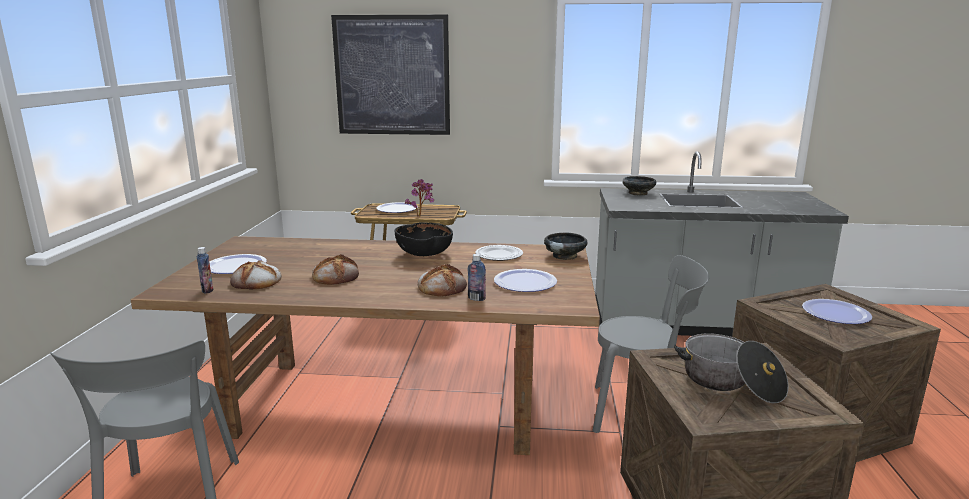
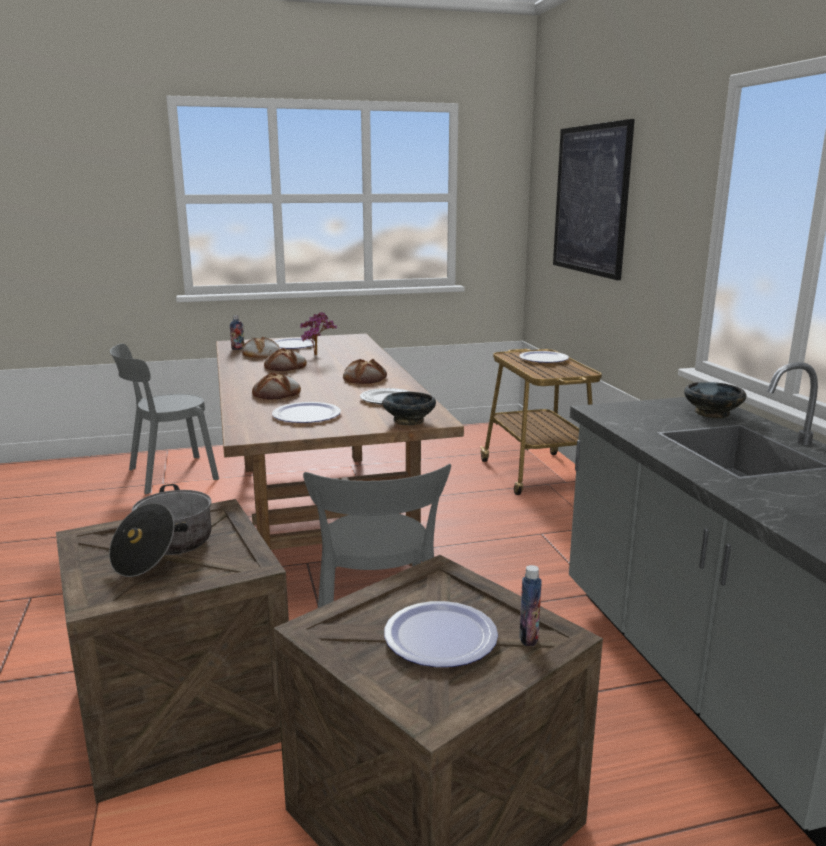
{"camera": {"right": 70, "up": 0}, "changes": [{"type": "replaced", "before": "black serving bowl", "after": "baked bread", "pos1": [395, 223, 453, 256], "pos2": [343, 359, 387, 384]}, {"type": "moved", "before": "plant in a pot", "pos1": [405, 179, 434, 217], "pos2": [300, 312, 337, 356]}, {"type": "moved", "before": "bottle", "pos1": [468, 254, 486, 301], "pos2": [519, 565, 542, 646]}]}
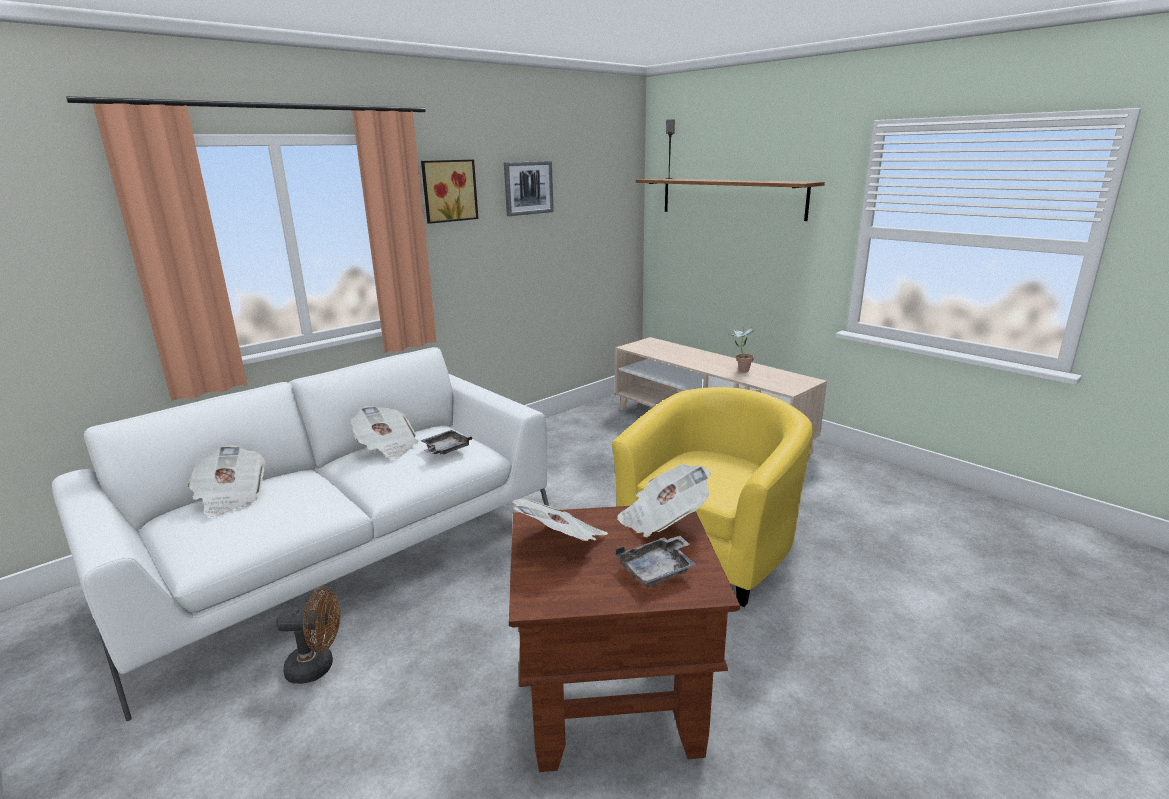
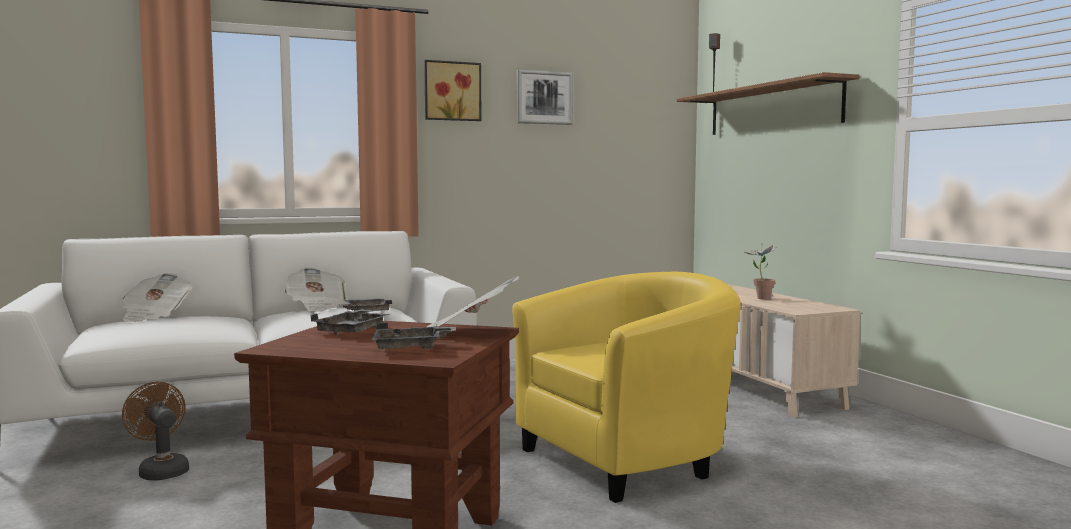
{"camera": {"right": 20, "up": -15}, "changes": [{"type": "turned", "before": "brown cooling fan", "pos1": [276, 588, 340, 684], "pos2": [122, 382, 189, 481], "turn": -150}, {"type": "replaced", "before": "daily paper", "after": "grey serving tray", "pos1": [512, 498, 608, 541], "pos2": [310, 309, 390, 334]}]}
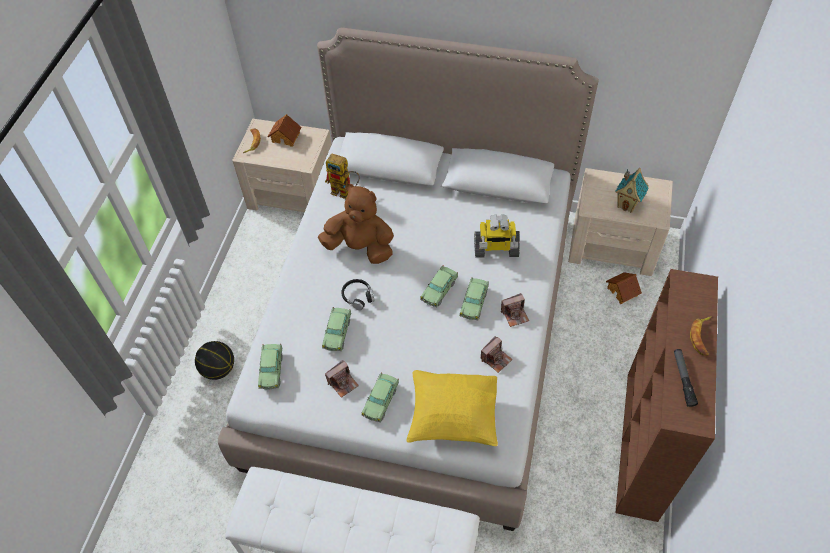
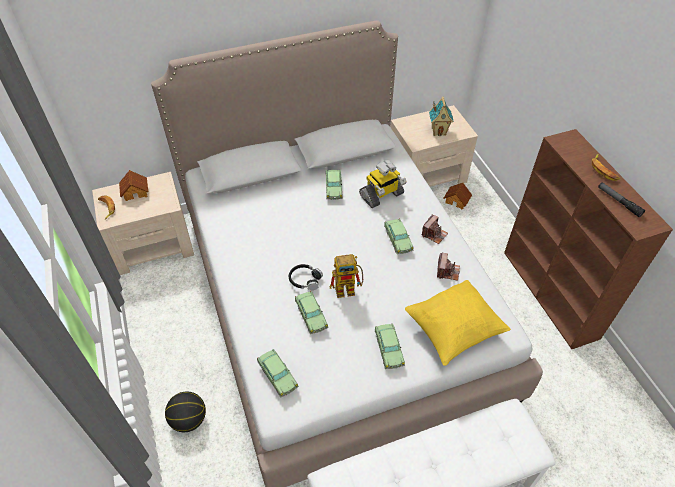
{"camera": {"right": -35, "up": -5}, "changes": [{"type": "removed", "before": "brown cuddly toy", "pos1": [318, 184, 394, 264]}, {"type": "moved", "before": "robot figure", "pos1": [325, 154, 360, 199], "pos2": [330, 254, 363, 298]}, {"type": "removed", "before": "photo camera", "pos1": [325, 360, 359, 398]}, {"type": "moved", "before": "model car", "pos1": [420, 266, 458, 308], "pos2": [326, 170, 343, 200]}]}
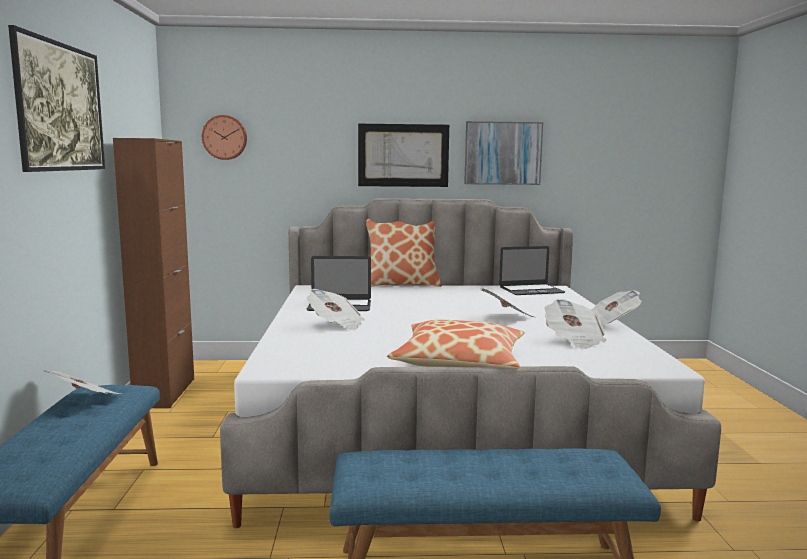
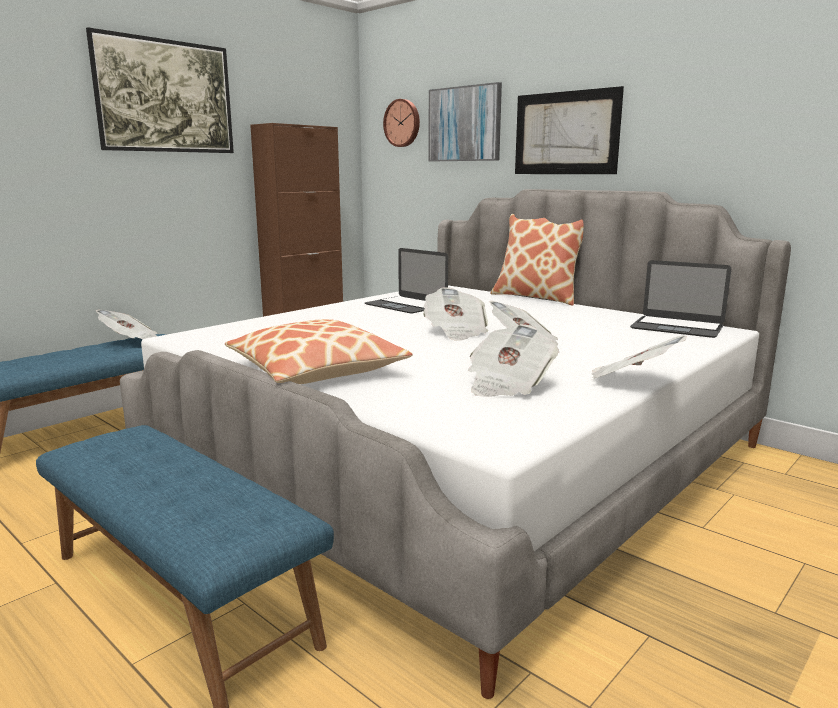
{"camera": {"right": 45, "up": 5}, "changes": [{"type": "moved", "before": "daily paper", "pos1": [307, 289, 364, 330], "pos2": [423, 287, 488, 341]}, {"type": "moved", "before": "wall art", "pos1": [464, 121, 543, 185], "pos2": [428, 82, 502, 161]}]}
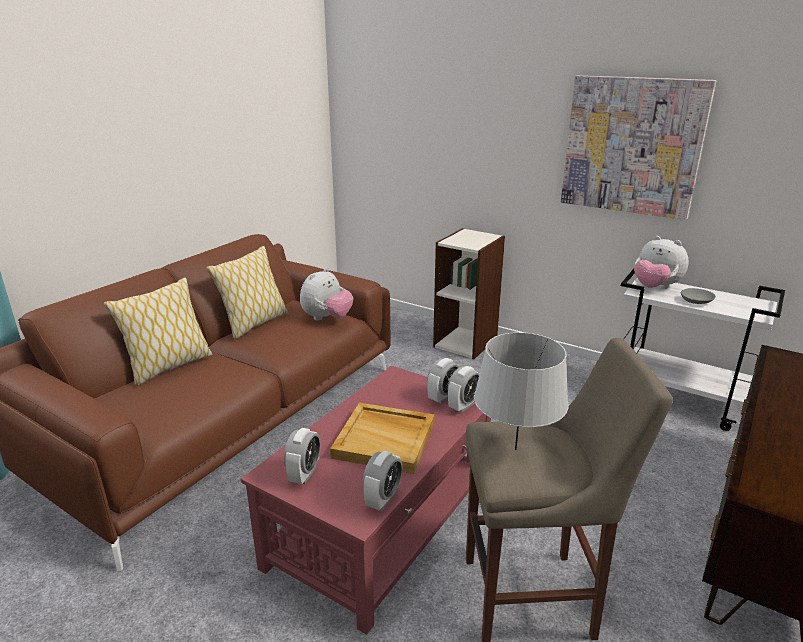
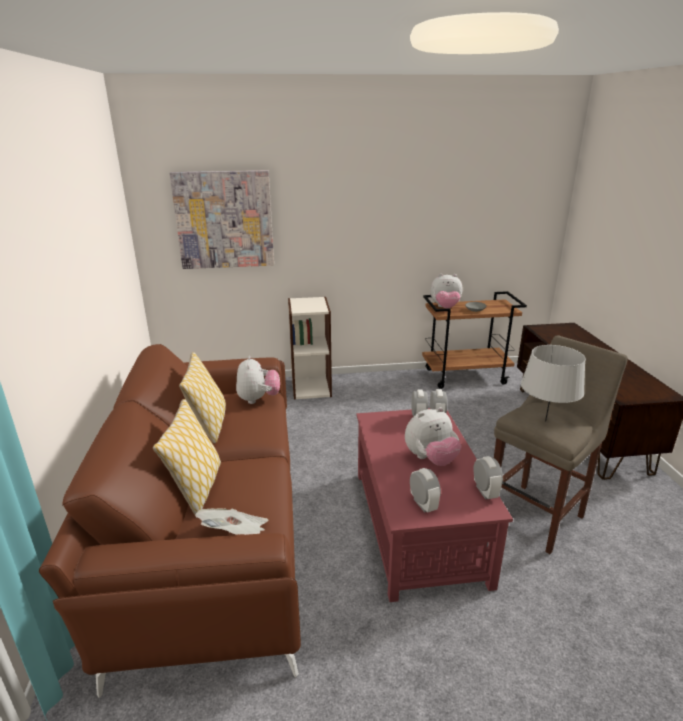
{"camera": {"right": -40, "up": 0}, "changes": [{"type": "replaced", "before": "sand-coloured serving tray", "after": "cuddly toy", "pos1": [330, 403, 434, 474], "pos2": [405, 407, 461, 466]}, {"type": "moved", "before": "wall art", "pos1": [561, 75, 716, 220], "pos2": [169, 170, 274, 269]}, {"type": "recoloured", "before": "whitish cart", "after": "brown cart", "pos1": [621, 269, 785, 431], "pos2": [422, 291, 527, 389]}, {"type": "added", "after": "daily paper", "pos2": [195, 508, 268, 535]}]}
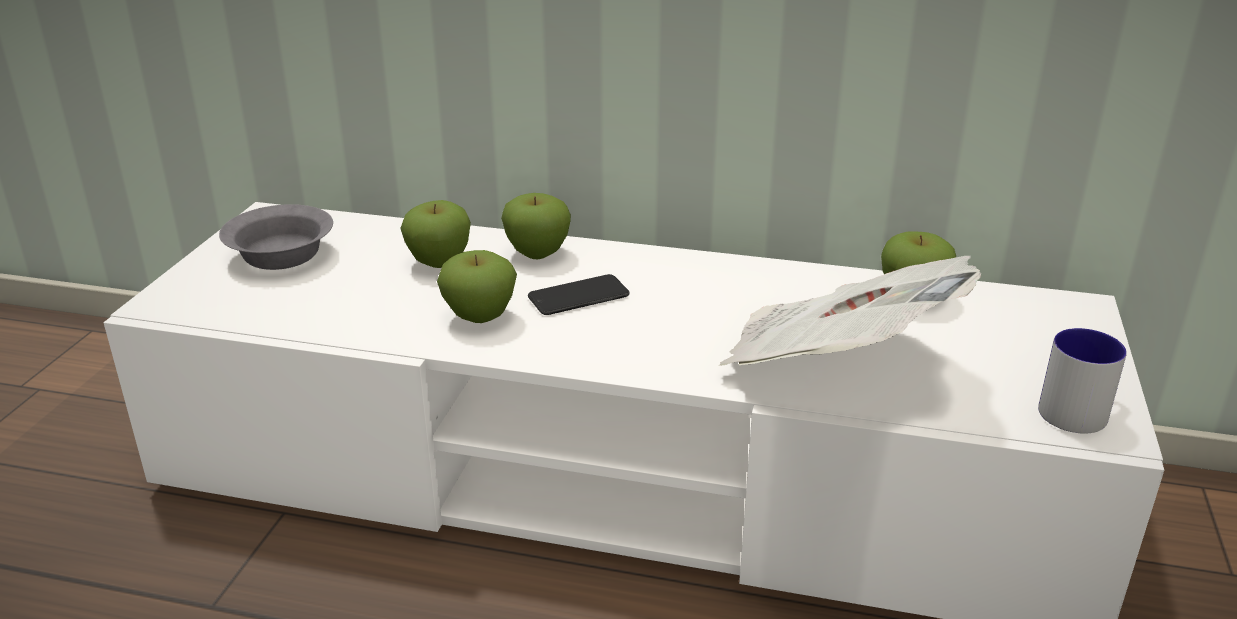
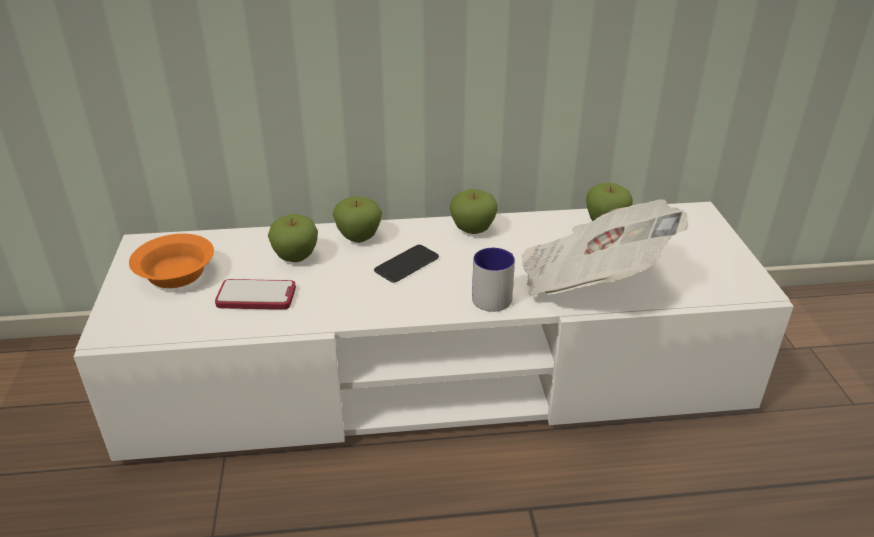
{"camera": {"right": -20, "up": 5}, "changes": [{"type": "recoloured", "before": "grey serving bowl", "after": "orangey serving bowl", "pos1": [219, 204, 333, 270], "pos2": [129, 234, 214, 288]}, {"type": "moved", "before": "apple fruit", "pos1": [437, 250, 517, 323], "pos2": [450, 189, 498, 234]}, {"type": "moved", "before": "mug", "pos1": [1038, 328, 1127, 434], "pos2": [472, 248, 515, 312]}, {"type": "added", "after": "handset", "pos2": [215, 279, 296, 310]}]}
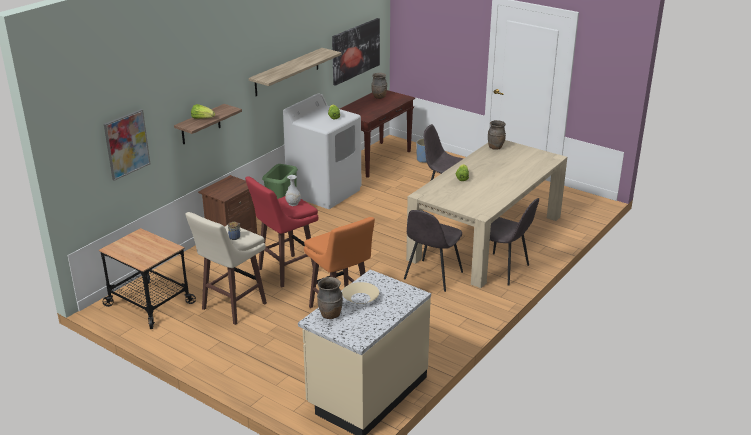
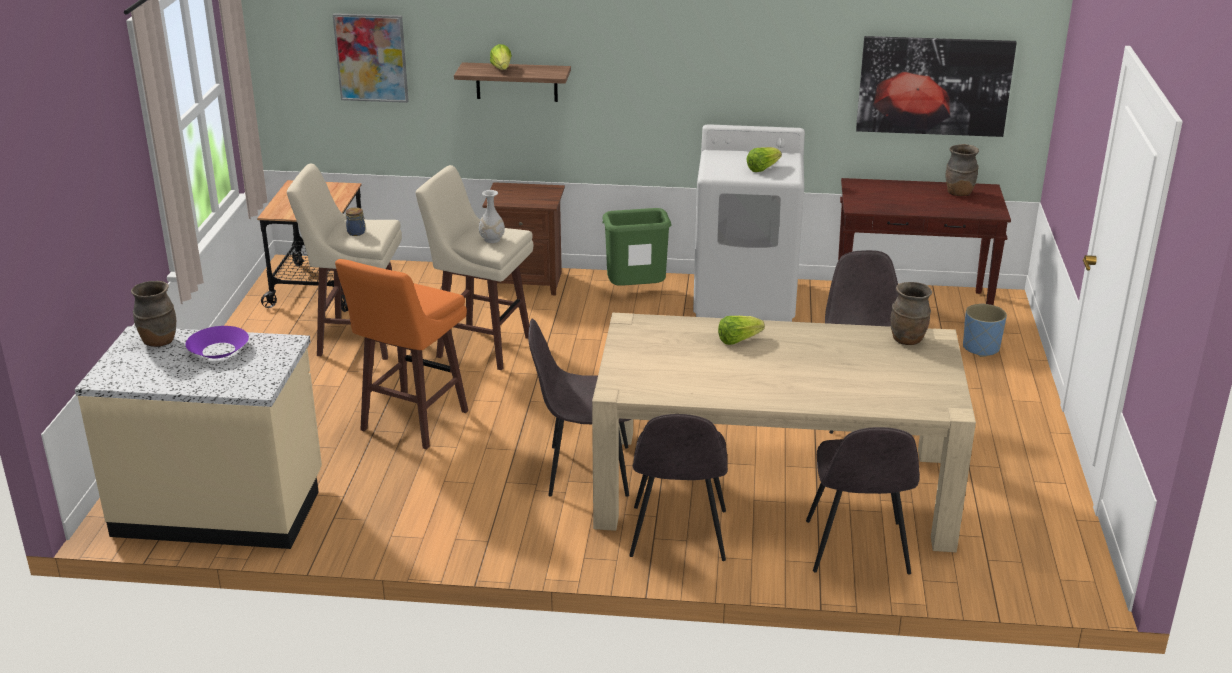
{"camera": {"right": 60, "up": 0}, "changes": [{"type": "recoloured", "before": "reddish stool seat", "after": "sand-coloured stool seat", "pos1": [245, 176, 318, 287], "pos2": [416, 165, 533, 370]}, {"type": "removed", "before": "shelf", "pos1": [249, 48, 342, 96]}, {"type": "recoloured", "before": "sand-coloured serving bowl", "after": "purplish serving bowl", "pos1": [342, 282, 379, 304], "pos2": [186, 326, 249, 359]}, {"type": "added", "after": "grey upright chair", "pos2": [806, 427, 920, 575]}]}
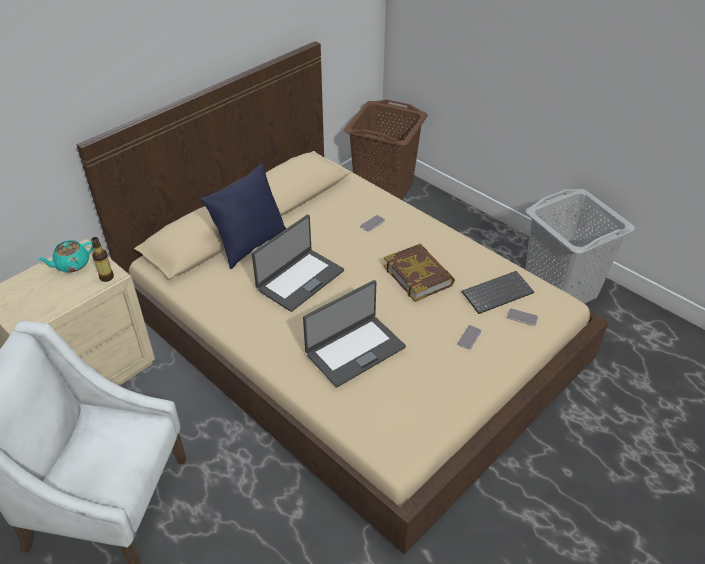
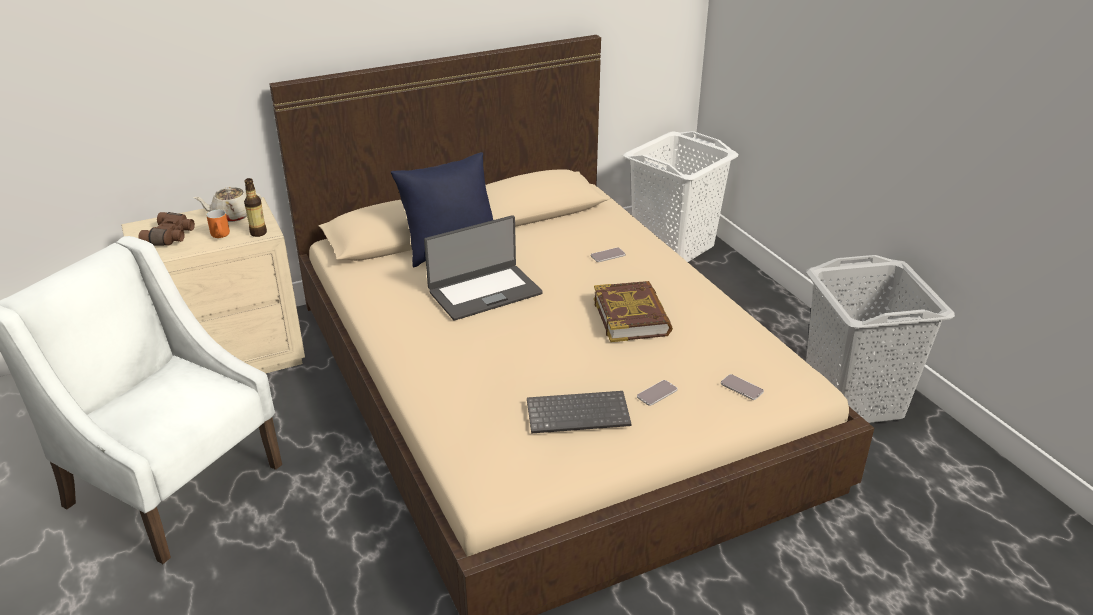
{"camera": {"right": 20, "up": -10}, "changes": [{"type": "recoloured", "before": "turquoise pot for tea", "after": "sand-coloured pot for tea", "pos1": [37, 240, 94, 272], "pos2": [193, 187, 261, 222]}, {"type": "removed", "before": "laptop", "pos1": [303, 280, 406, 387]}, {"type": "recoloured", "before": "brown hamper", "after": "whitish hamper", "pos1": [344, 99, 428, 200], "pos2": [623, 131, 739, 262]}, {"type": "moved", "before": "computer keyboard", "pos1": [462, 271, 534, 314], "pos2": [527, 391, 631, 434]}, {"type": "added", "after": "brown pair of binoculars", "pos2": [138, 212, 195, 246]}, {"type": "added", "after": "orangey mug", "pos2": [207, 210, 230, 238]}]}
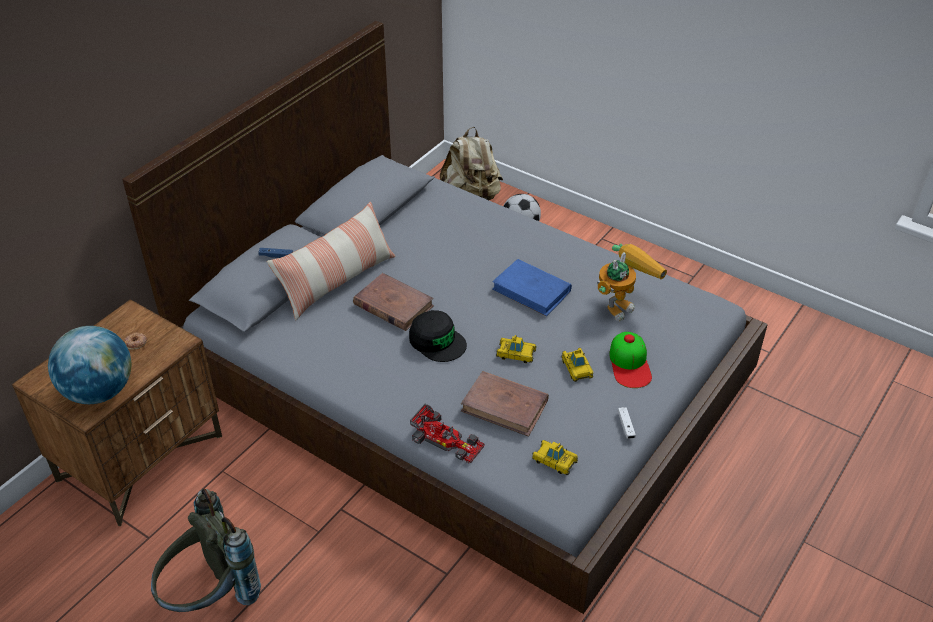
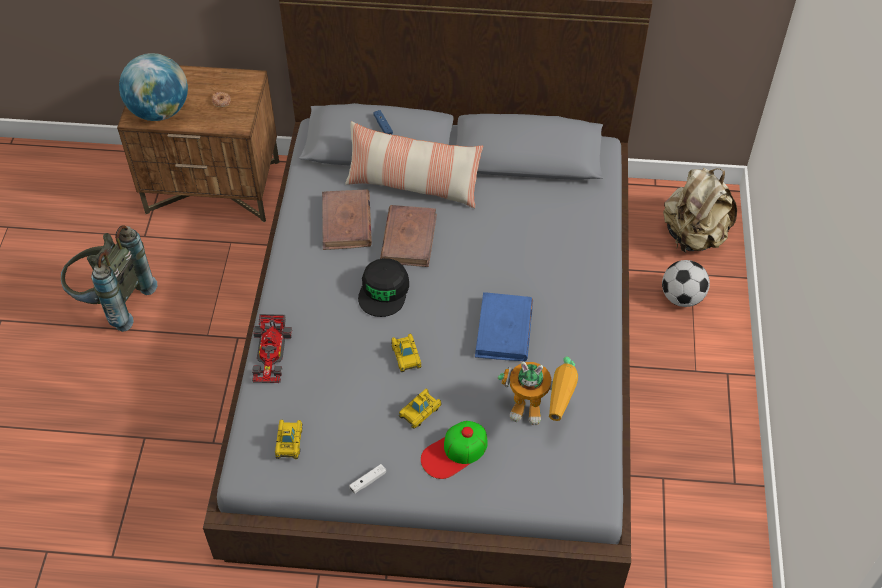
{"camera": {"right": 60, "up": 10}, "changes": [{"type": "moved", "before": "brown bound book", "pos1": [461, 371, 549, 437], "pos2": [322, 189, 372, 250]}]}
